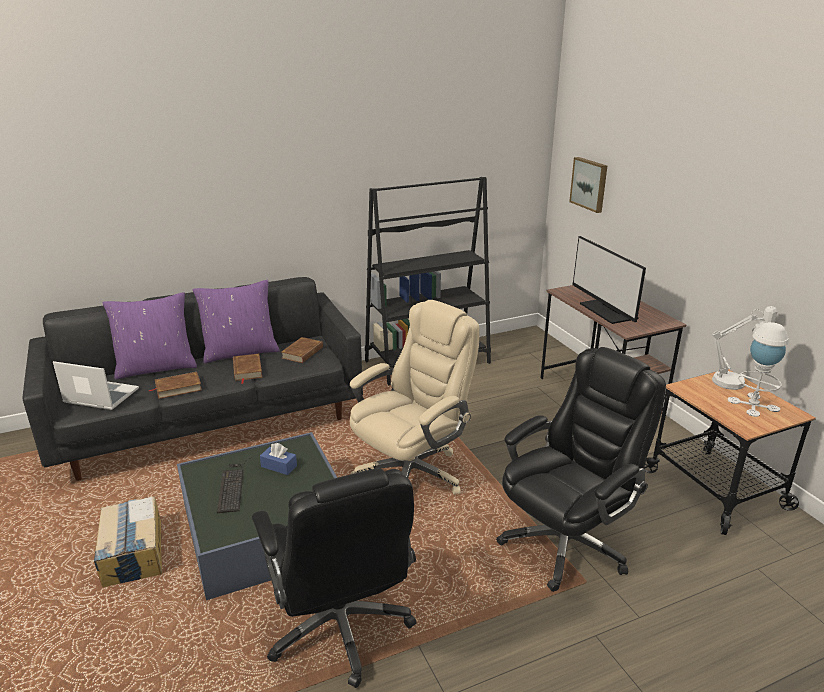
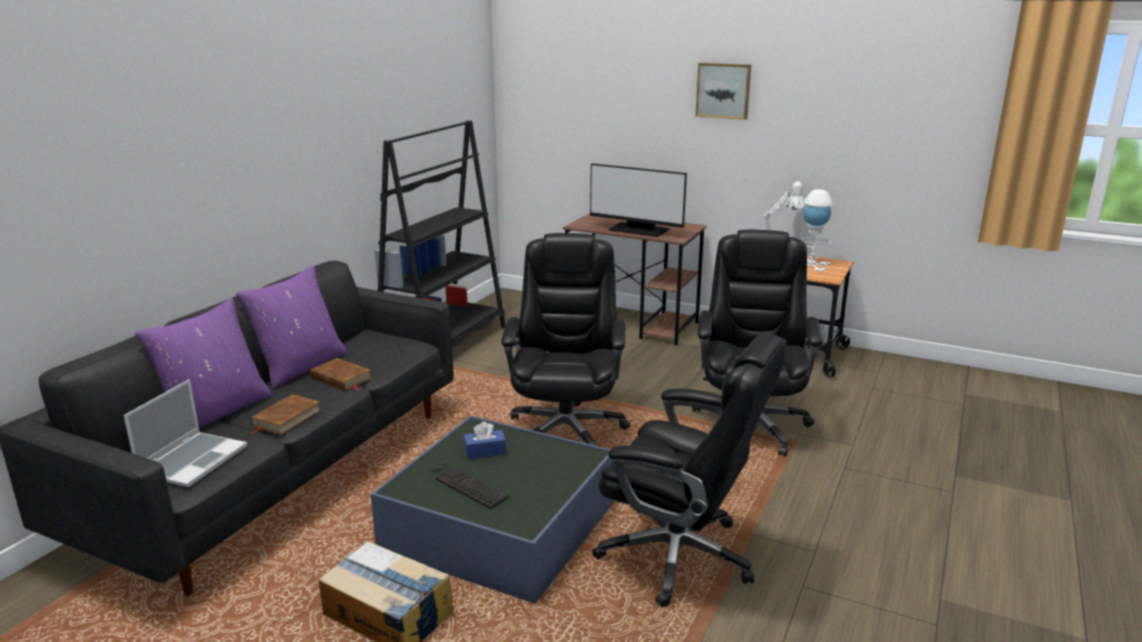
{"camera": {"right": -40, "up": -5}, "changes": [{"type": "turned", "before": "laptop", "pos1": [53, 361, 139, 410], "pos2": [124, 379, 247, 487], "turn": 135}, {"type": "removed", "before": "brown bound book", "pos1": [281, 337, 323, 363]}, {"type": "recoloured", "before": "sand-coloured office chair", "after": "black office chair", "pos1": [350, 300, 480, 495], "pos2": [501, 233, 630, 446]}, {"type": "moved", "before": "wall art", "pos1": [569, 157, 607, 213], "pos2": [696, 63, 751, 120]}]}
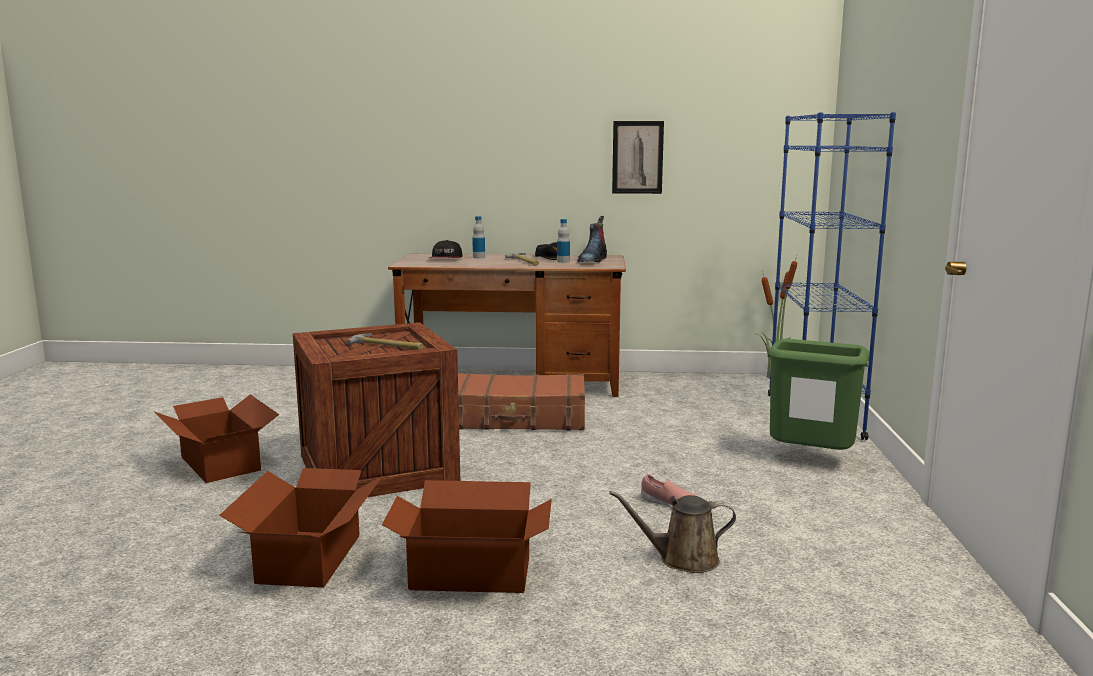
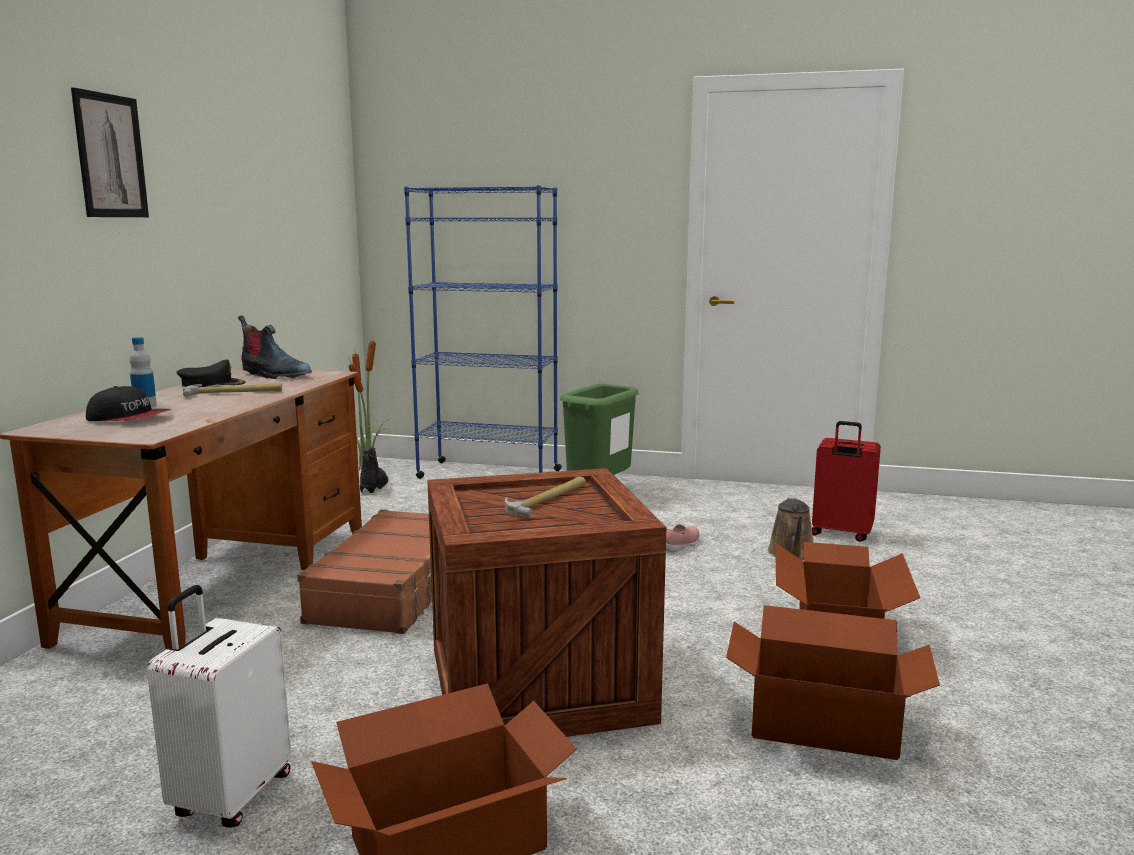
{"camera": {"right": -80, "up": 0}, "changes": [{"type": "removed", "before": "bottle", "pos1": [557, 219, 570, 263]}, {"type": "moved", "before": "wall art", "pos1": [612, 121, 664, 194], "pos2": [71, 87, 149, 217]}, {"type": "added", "after": "whitish travel case", "pos2": [147, 585, 291, 828]}, {"type": "added", "after": "tall boot", "pos2": [360, 447, 388, 493]}, {"type": "added", "after": "reddish travel case", "pos2": [812, 421, 881, 542]}]}
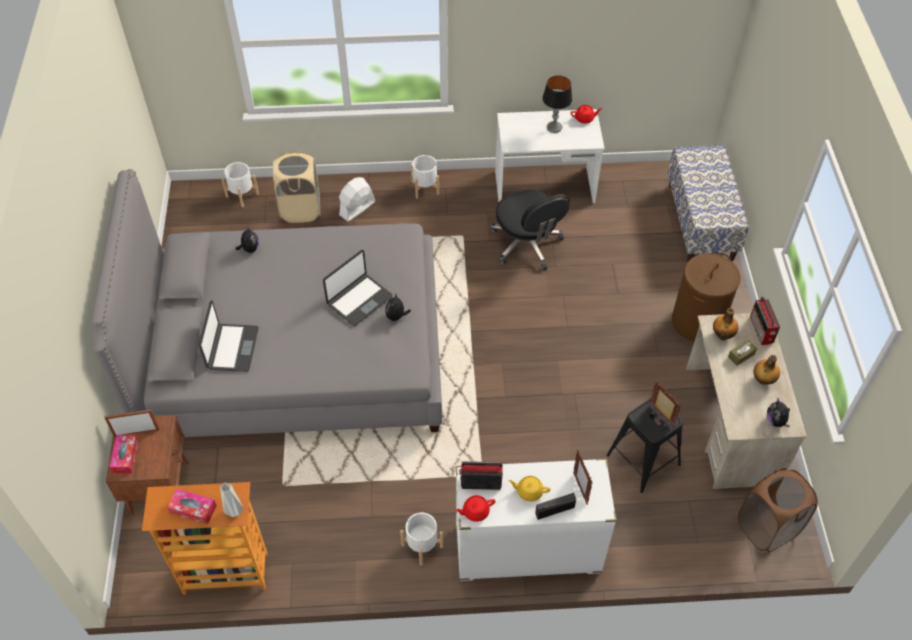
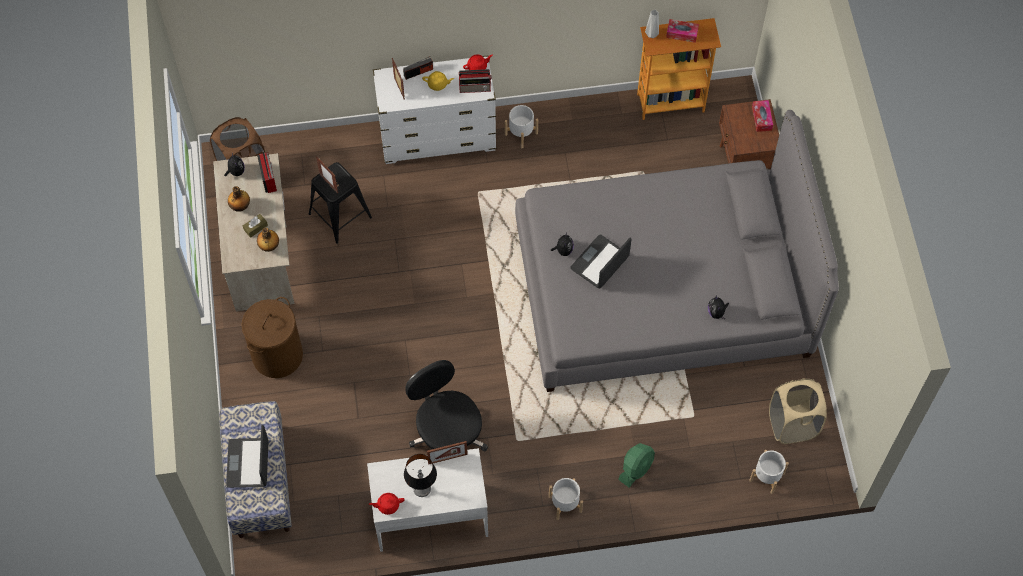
{"camera": {"right": 175, "up": 10}, "changes": [{"type": "moved", "before": "picture frame", "pos1": [104, 409, 160, 437], "pos2": [427, 441, 468, 465]}, {"type": "moved", "before": "laptop", "pos1": [199, 300, 259, 372], "pos2": [226, 425, 269, 488]}, {"type": "moved", "before": "sand-coloured hamper", "pos1": [273, 151, 320, 223], "pos2": [769, 378, 827, 444]}, {"type": "recoloured", "before": "whitish cooling fan", "after": "greenish cooling fan", "pos1": [339, 177, 375, 221], "pos2": [618, 443, 655, 487]}, {"type": "moved", "before": "radio receiver", "pos1": [750, 296, 780, 345], "pos2": [257, 151, 277, 193]}]}
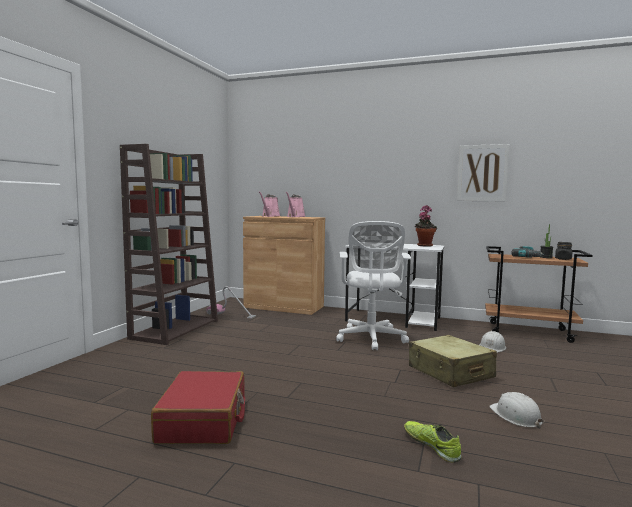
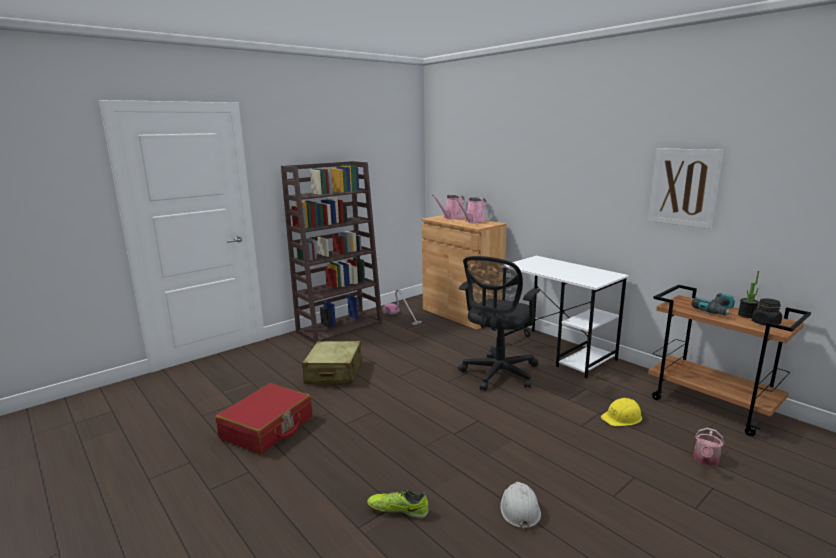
{"camera": {"right": 30, "up": 10}, "changes": [{"type": "recoloured", "before": "whitish office chair", "after": "black office chair", "pos1": [336, 221, 411, 350], "pos2": [458, 256, 540, 391]}, {"type": "turned", "before": "item of footwear", "pos1": [404, 421, 462, 462], "pos2": [367, 489, 428, 519], "turn": -75}, {"type": "moved", "before": "sand-coloured travel case", "pos1": [409, 335, 497, 387], "pos2": [302, 341, 362, 384]}, {"type": "removed", "before": "plant in a pot", "pos1": [415, 205, 437, 247]}, {"type": "recoloured", "before": "whitish safety helmet", "after": "yellow safety helmet", "pos1": [480, 331, 506, 353], "pos2": [601, 398, 642, 426]}, {"type": "added", "after": "watering pot", "pos2": [693, 428, 724, 466]}]}
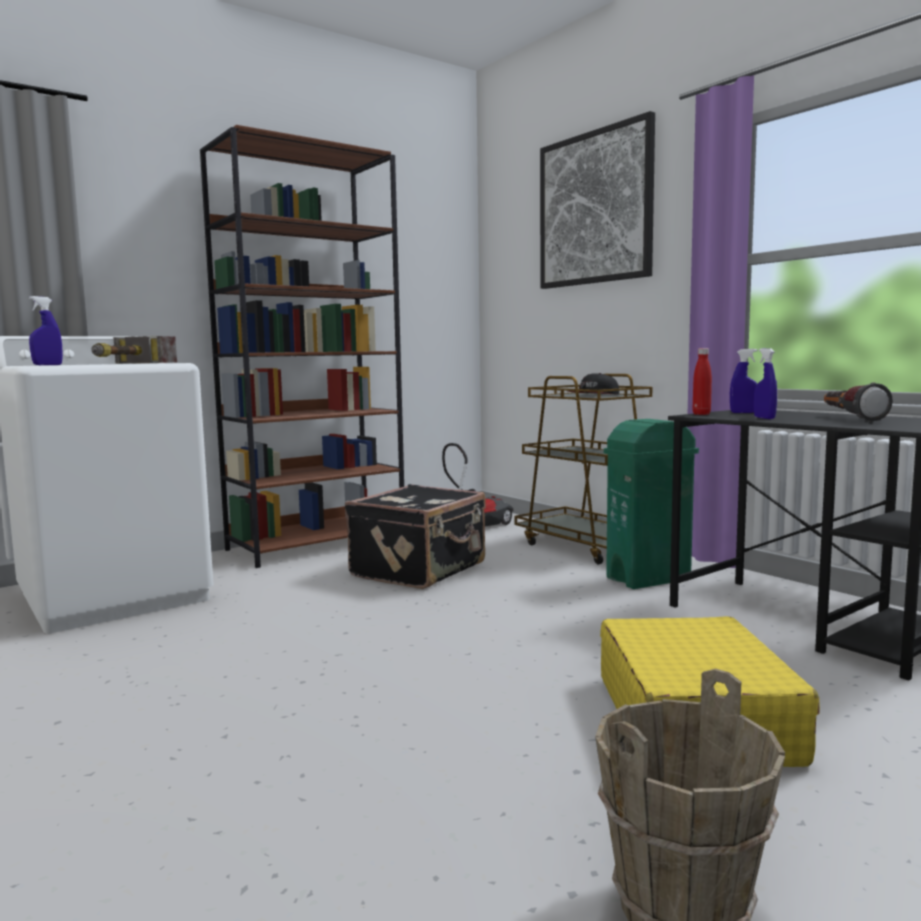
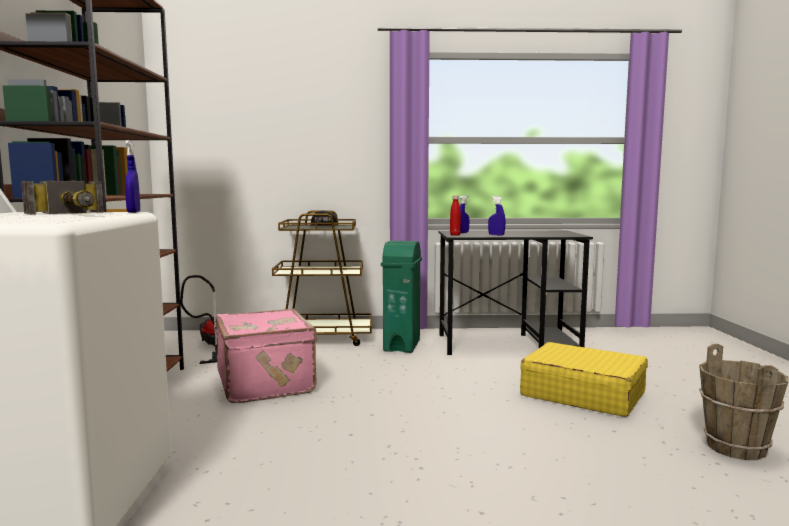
{"camera": {"right": -55, "up": 0}, "changes": [{"type": "moved", "before": "bluish spray bottle", "pos1": [29, 296, 63, 365], "pos2": [125, 140, 140, 213]}, {"type": "recoloured", "before": "black travel case", "after": "pinkish travel case", "pos1": [345, 484, 486, 589], "pos2": [216, 309, 317, 403]}, {"type": "removed", "before": "wall art", "pos1": [540, 111, 655, 289]}, {"type": "removed", "before": "flashlight", "pos1": [824, 383, 893, 422]}]}
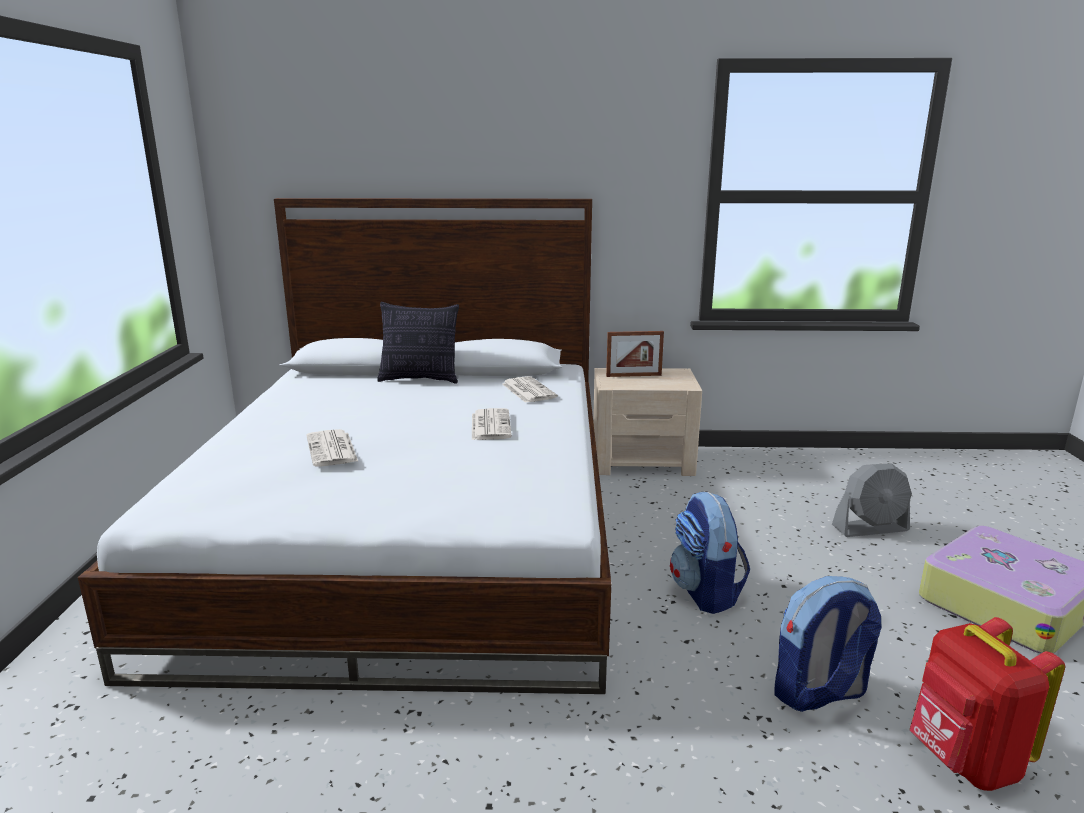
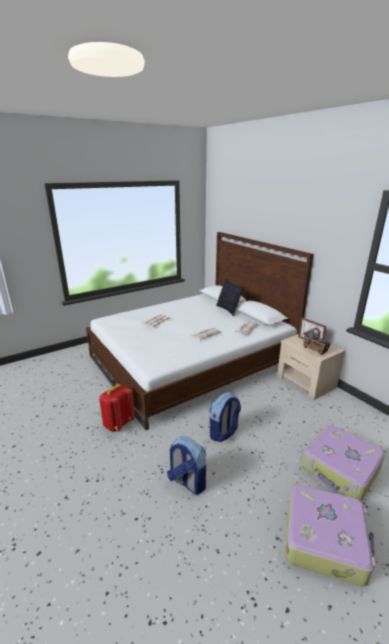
{"camera": {"right": 55, "up": 5}, "changes": [{"type": "replaced", "before": "grey cooling fan", "after": "travel case", "pos1": [832, 464, 912, 537], "pos2": [302, 425, 385, 501]}, {"type": "moved", "before": "reddish rucksack", "pos1": [910, 617, 1065, 791], "pos2": [99, 384, 135, 432]}, {"type": "added", "after": "radio receiver", "pos2": [303, 323, 331, 355]}]}
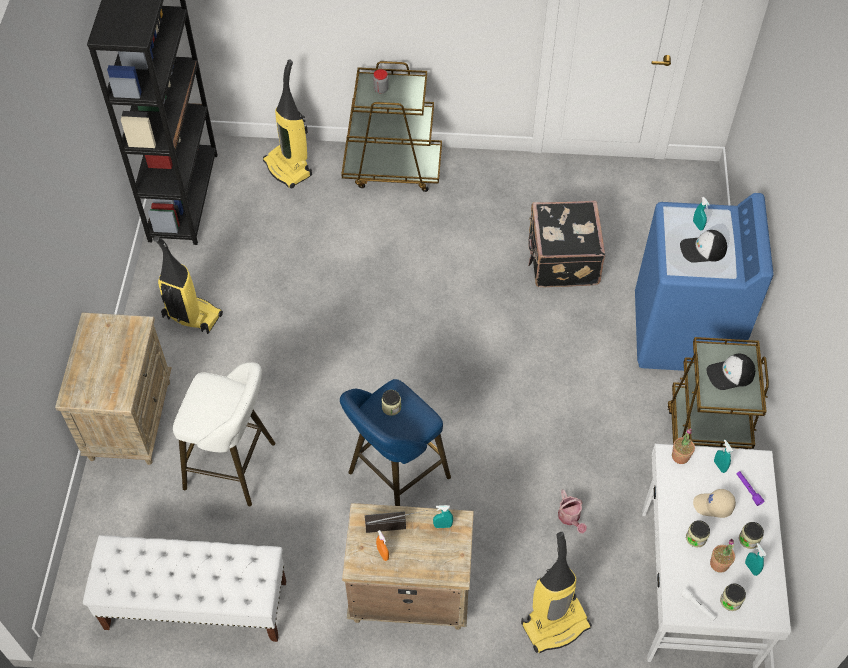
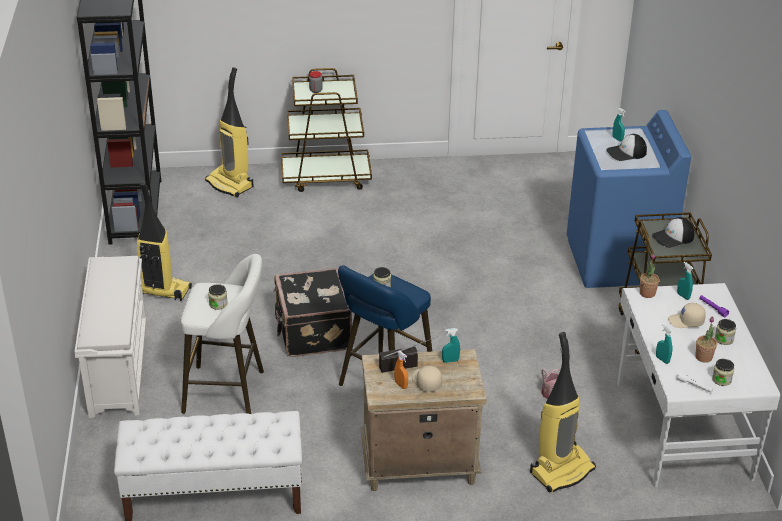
{"camera": {"right": -10, "up": -20}, "changes": [{"type": "replaced", "before": "sand-coloured bedside table", "after": "whitish shoe shelf", "pos1": [55, 312, 172, 465], "pos2": [75, 256, 147, 418]}, {"type": "moved", "before": "black travel case", "pos1": [528, 201, 605, 287], "pos2": [273, 268, 352, 357]}, {"type": "moved", "before": "jar", "pos1": [686, 520, 710, 547], "pos2": [208, 284, 228, 310]}, {"type": "moved", "before": "turquoise spray bottle", "pos1": [745, 543, 766, 576], "pos2": [656, 324, 673, 364]}, {"type": "added", "after": "sand-coloured baseball cap", "pos2": [412, 366, 442, 392]}]}
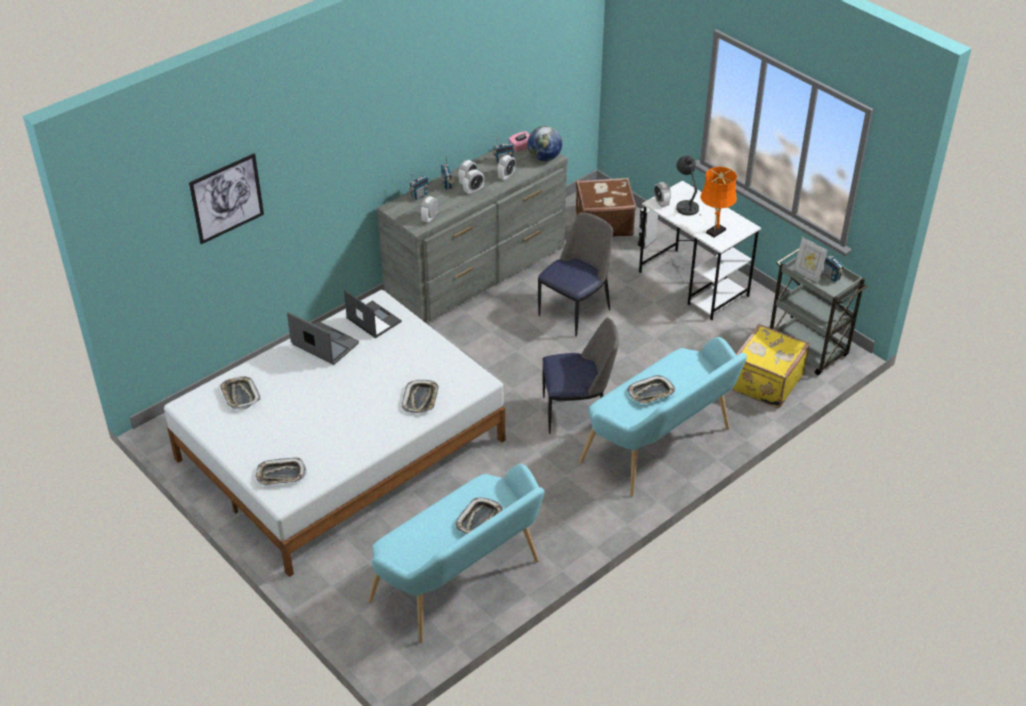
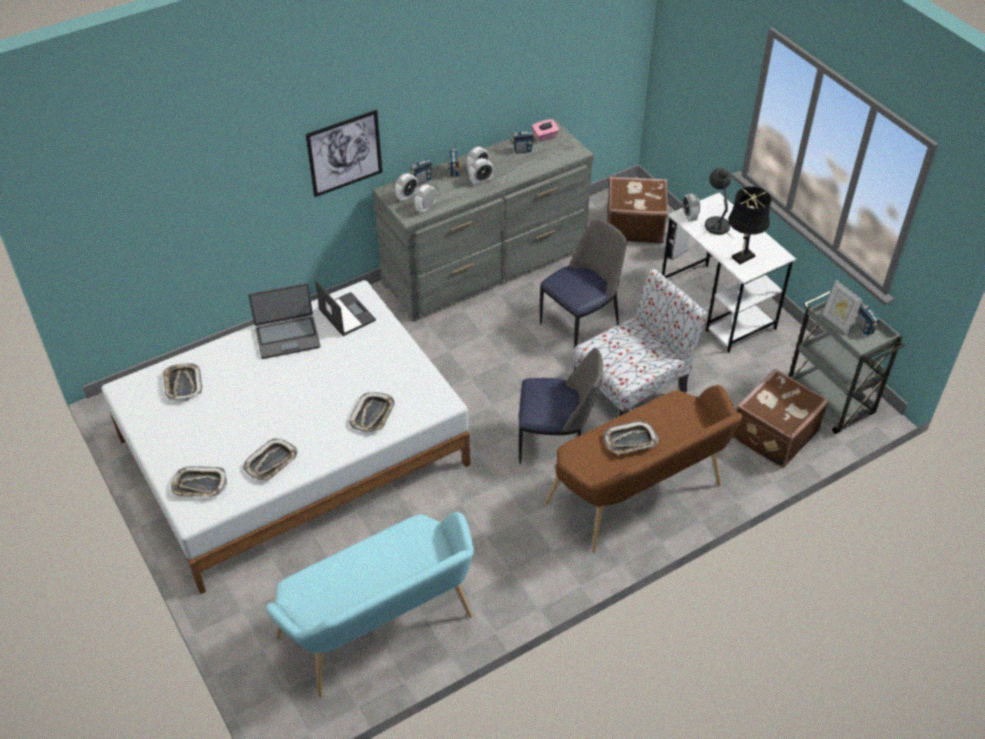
{"camera": {"right": 10, "up": 5}, "changes": [{"type": "moved", "before": "wall art", "pos1": [189, 153, 264, 244], "pos2": [305, 110, 382, 197]}, {"type": "turned", "before": "laptop", "pos1": [287, 312, 359, 365], "pos2": [248, 283, 321, 359], "turn": 120}, {"type": "moved", "before": "serving tray", "pos1": [456, 497, 503, 534], "pos2": [243, 438, 298, 480]}, {"type": "moved", "before": "alarm clock", "pos1": [497, 155, 516, 181], "pos2": [395, 173, 418, 202]}, {"type": "removed", "before": "desk globe", "pos1": [527, 126, 562, 162]}, {"type": "recoloured", "before": "turquoise bench", "after": "brown bench", "pos1": [579, 337, 747, 497], "pos2": [544, 385, 743, 553]}, {"type": "recoloured", "before": "orangey tabletop lamp", "after": "black tabletop lamp", "pos1": [700, 167, 737, 237], "pos2": [728, 186, 772, 264]}, {"type": "recoloured", "before": "yellow travel case", "after": "brown travel case", "pos1": [732, 324, 810, 408], "pos2": [733, 369, 829, 468]}, {"type": "added", "after": "upright chair", "pos2": [572, 269, 708, 416]}]}
